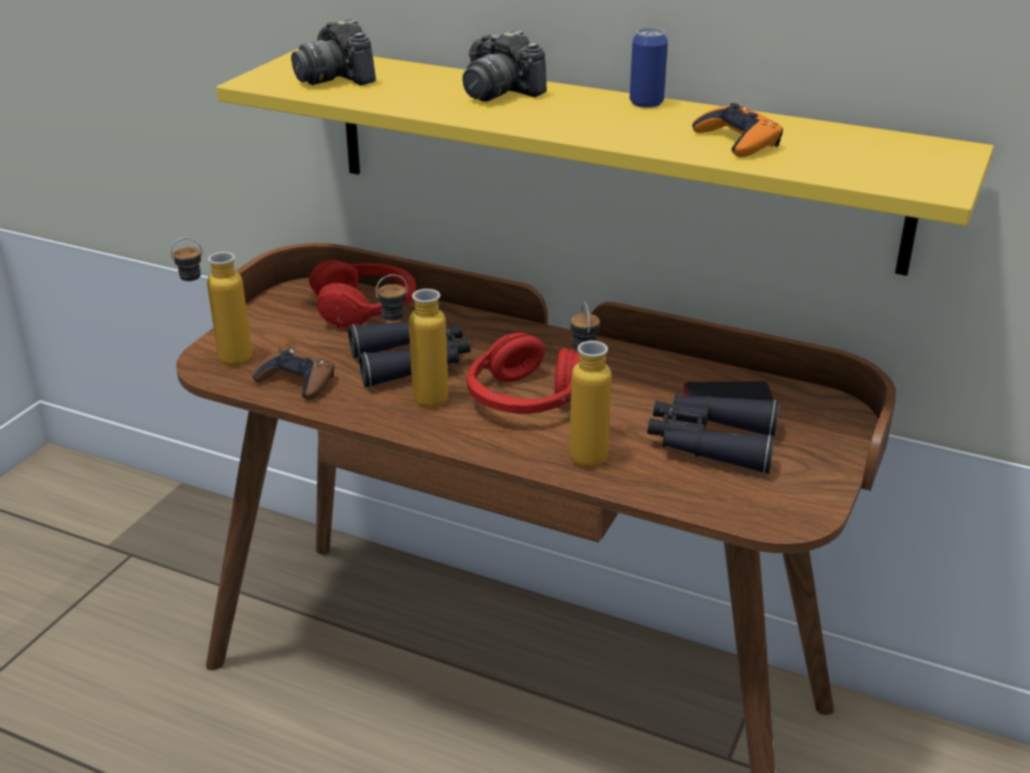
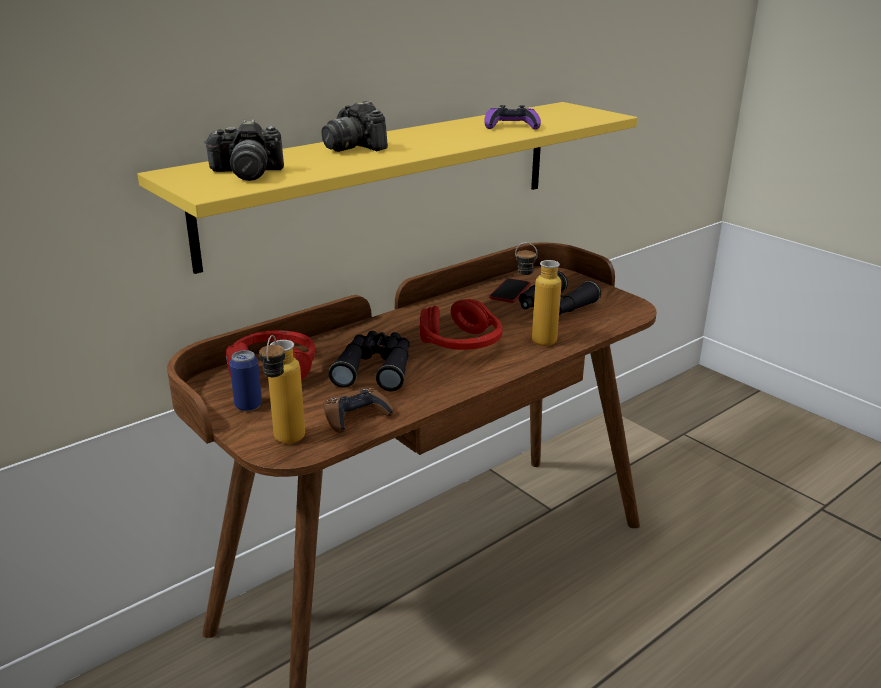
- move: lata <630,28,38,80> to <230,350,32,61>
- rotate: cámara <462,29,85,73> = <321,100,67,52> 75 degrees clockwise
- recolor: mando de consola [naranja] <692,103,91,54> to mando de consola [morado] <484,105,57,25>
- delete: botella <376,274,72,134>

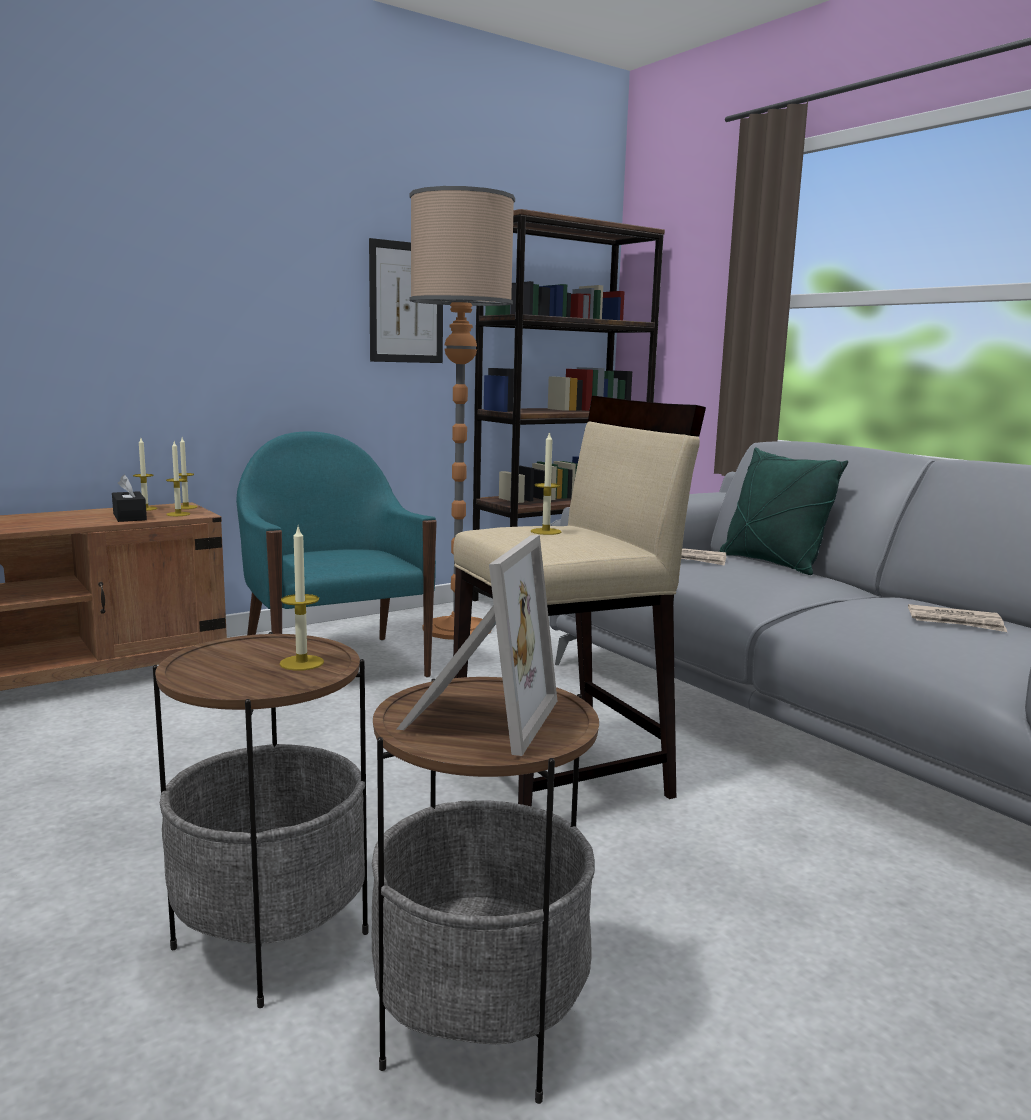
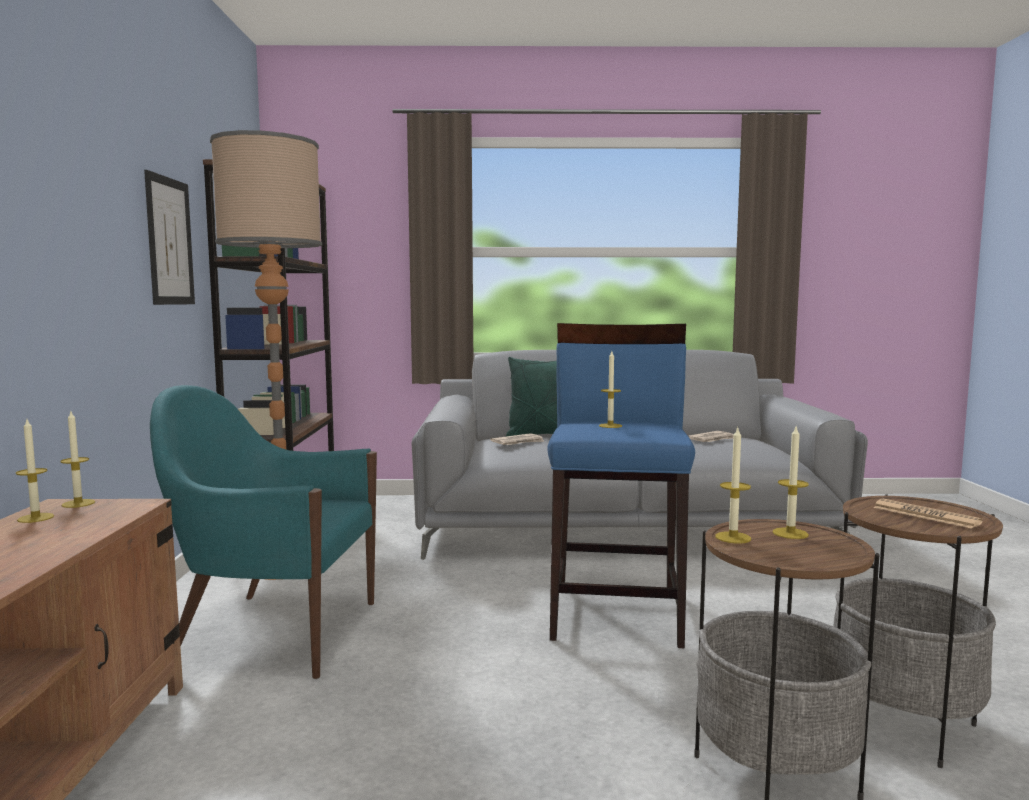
- recolor: taburete [beis] <453,395,253,412> to taburete [azul] <547,323,148,325>
- move: vela <166,441,24,75> to <715,427,36,117>
- replace: portarretratos <396,535,161,221> to periódico <873,499,110,30>
- delete: caja de pañuelos [negro] <112,475,35,47>

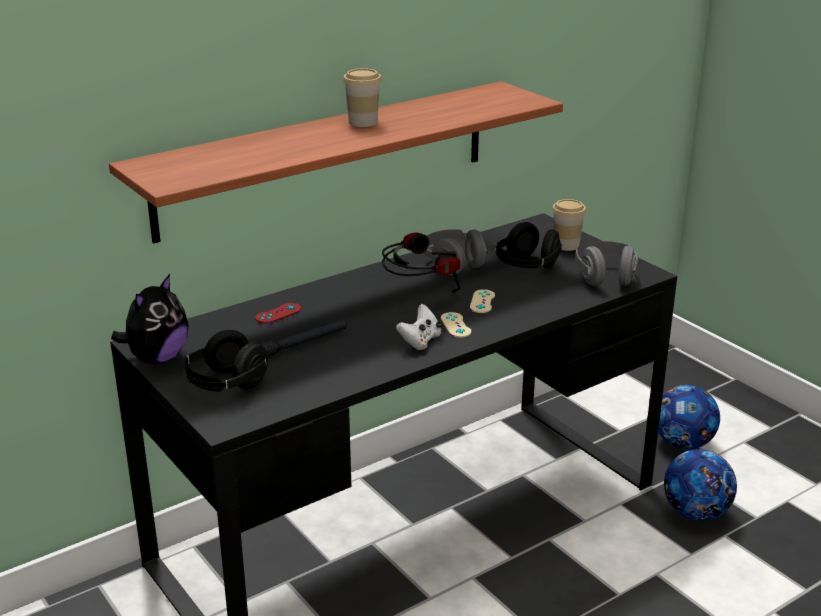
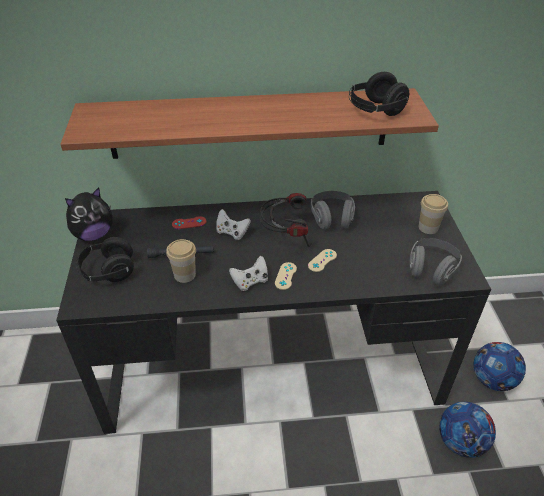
- move: taza <343,68,39,59> to <166,239,30,44>
- insert: mando de consola [blanco] <216,209,35,31>
- move: auriculares [negro] <495,222,67,46> to <349,72,60,44>

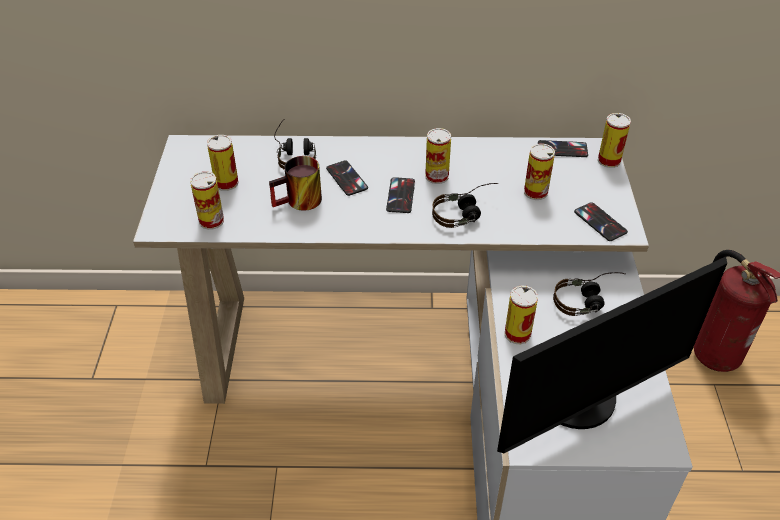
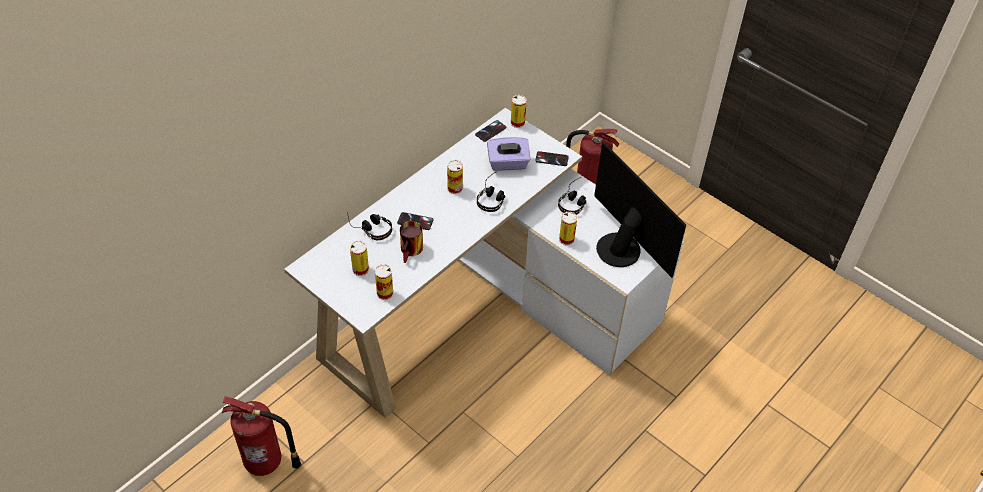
- insert: extintor <222,396,79,80>
- replace: lata <524,144,31,56> to caja de pañuelos [morado] <487,137,43,34>
- rotate: monitor <497,257,230,196> = <594,143,92,135> 45 degrees counterclockwise
- delete: móvil <386,177,29,36>

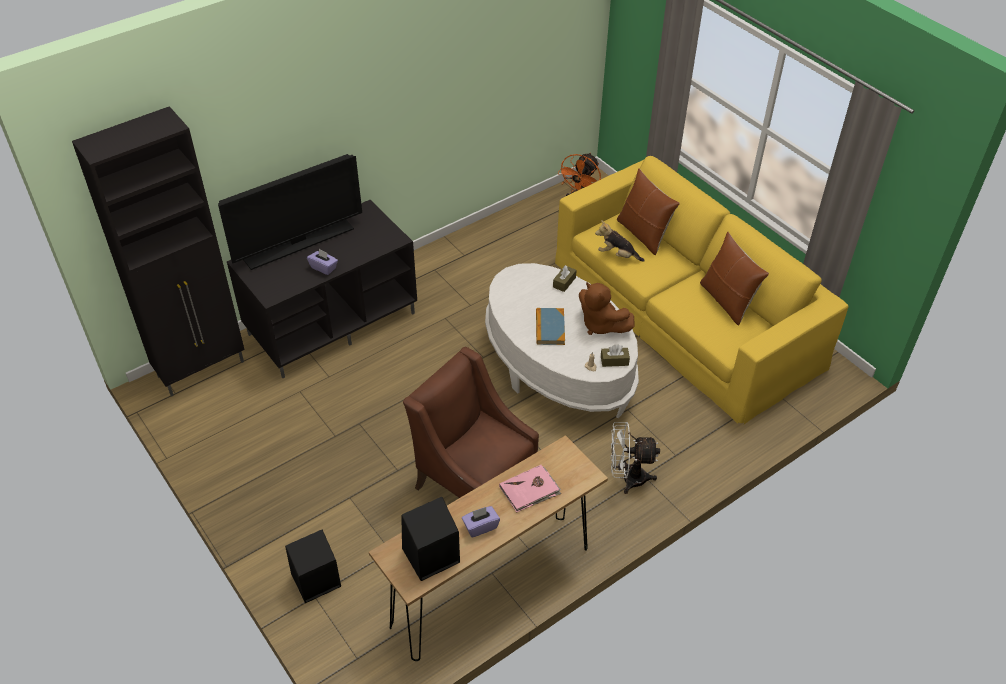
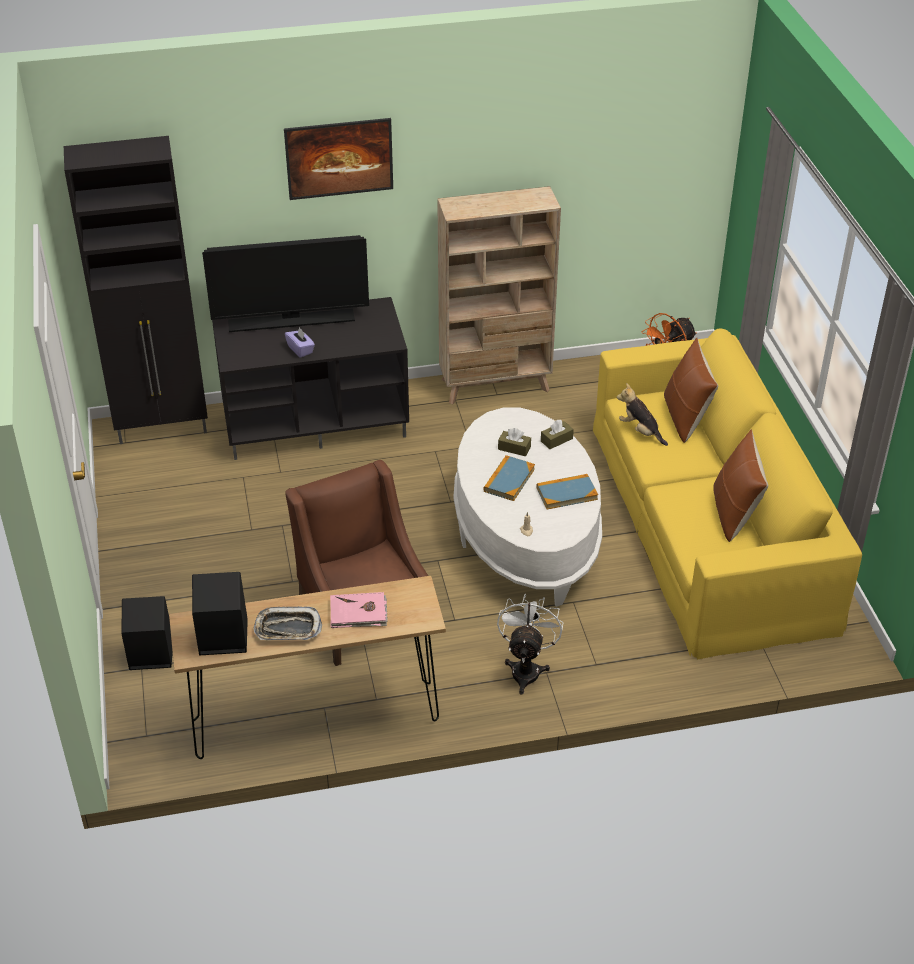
- replace: caja de pañuelos [morado] <462,506,38,32> to bandeja <254,607,68,33>
- insert: cuadro <284,118,109,82>
- insert: estantería [beis] <437,186,124,219>
- rotate: ventilador [blanco] <611,422,49,72> = <497,594,66,101> 75 degrees clockwise
- move: caja de pañuelos [marrón] <601,344,29,23> to <498,428,33,29>
- replace: peluche [marrón] <579,282,55,53> to libro <537,474,61,35>

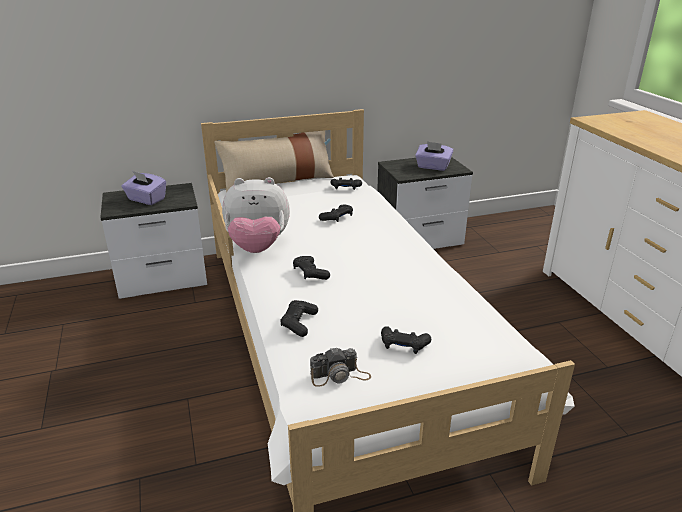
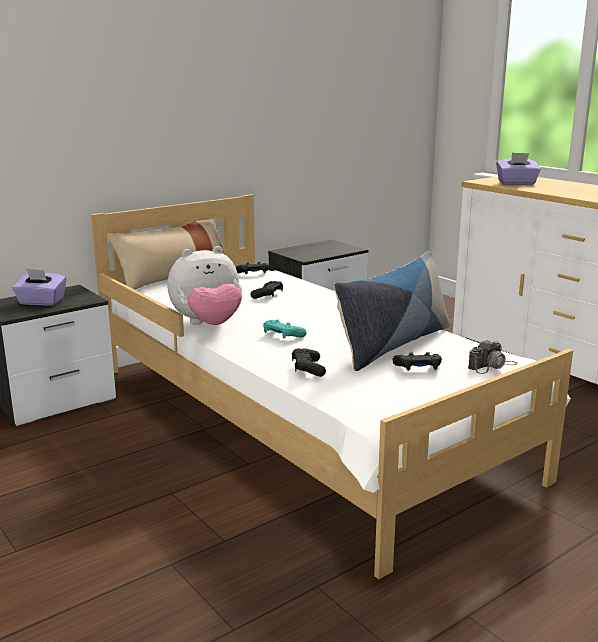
- recolor: mando de consola [negro] <293,256,37,24> to mando de consola [turquesa] <263,319,44,19>
- insert: cojín <334,251,116,120>
- move: cámara <310,347,61,40> to <468,340,50,34>
- move: caja de pañuelos [morado] <415,141,39,30> to <496,153,45,32>

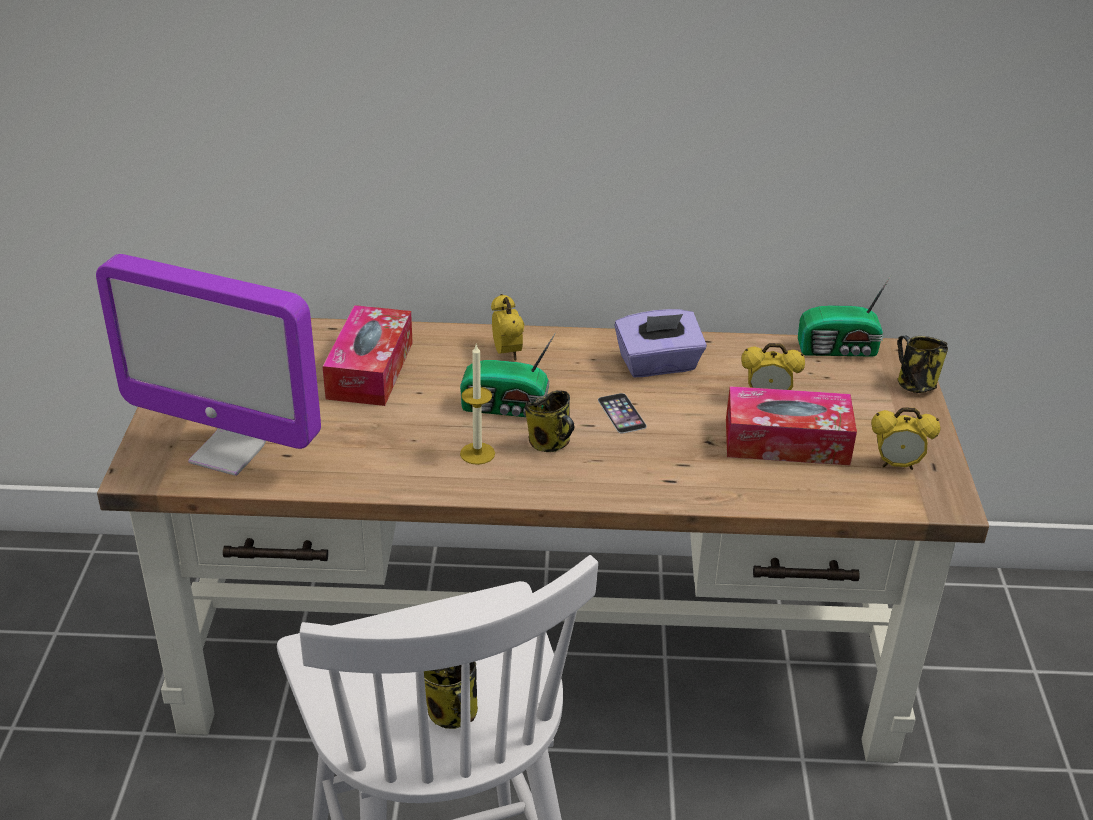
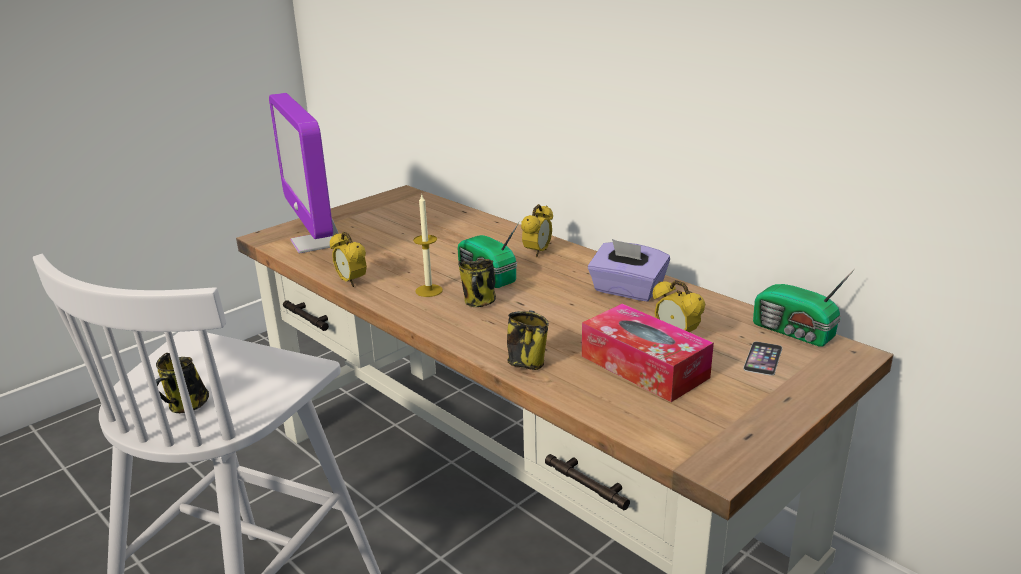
- move: despertador <871,407,69,63> to <330,232,37,55>
- move: taza grande <897,335,51,58> to <507,310,42,60>
- move: móvil <598,393,49,40> to <743,342,39,34>
- delete: caja de pañuelos <322,305,91,101>

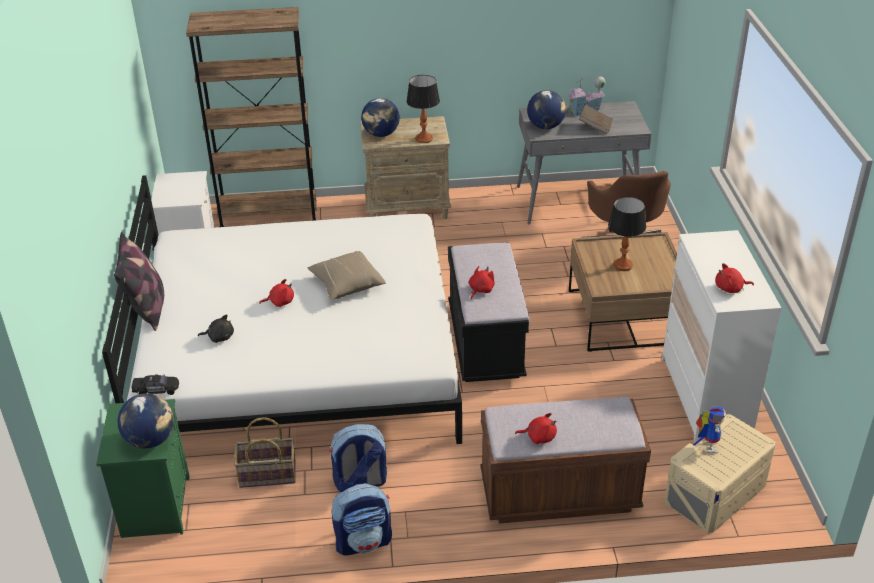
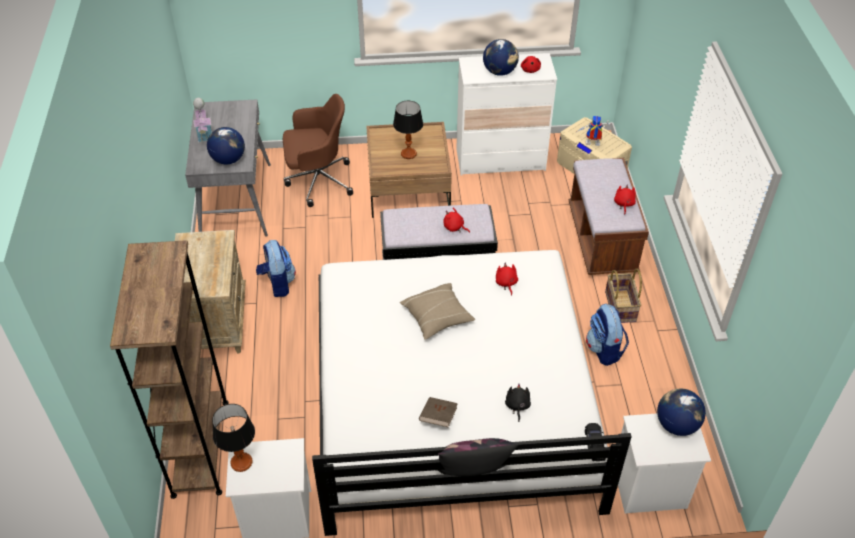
- move: lámpara de mesa <406,75,34,68> to <212,404,43,68>
- move: mochila <331,483,61,73> to <256,240,40,57>
- move: libro [marrón] <579,104,34,31> to <419,397,39,30>
- move: globo terráqueo <361,98,39,39> to <483,39,36,37>
- move: peluche [rojo] <259,279,35,28> to <496,263,22,33>
- move: cesta <234,417,62,71> to <605,269,37,54>
- recolor: mesita de noche [verde] <96,399,94,139> to mesita de noche [blanco] <618,414,93,100>

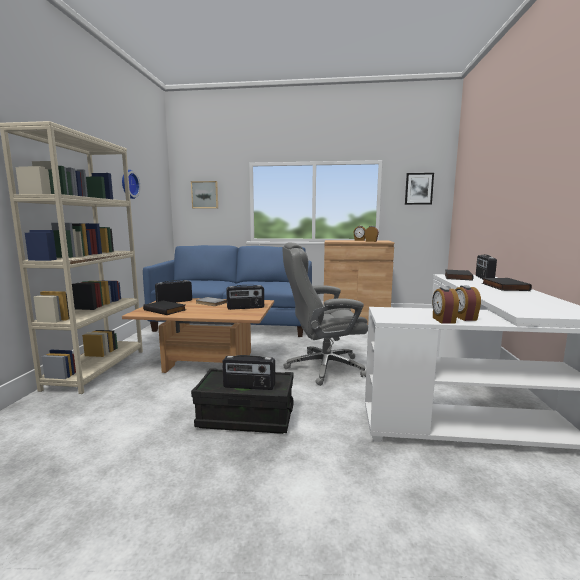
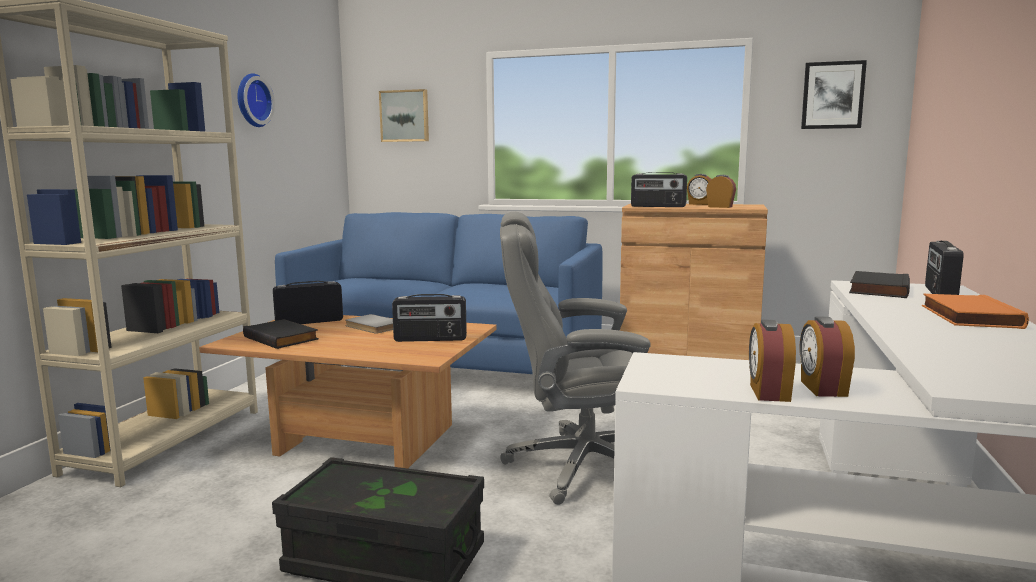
- move: radio <222,355,53,35> to <631,172,56,35>
- recolor: libro [negro] <482,278,50,13> to libro [naranja] <922,294,107,35>

